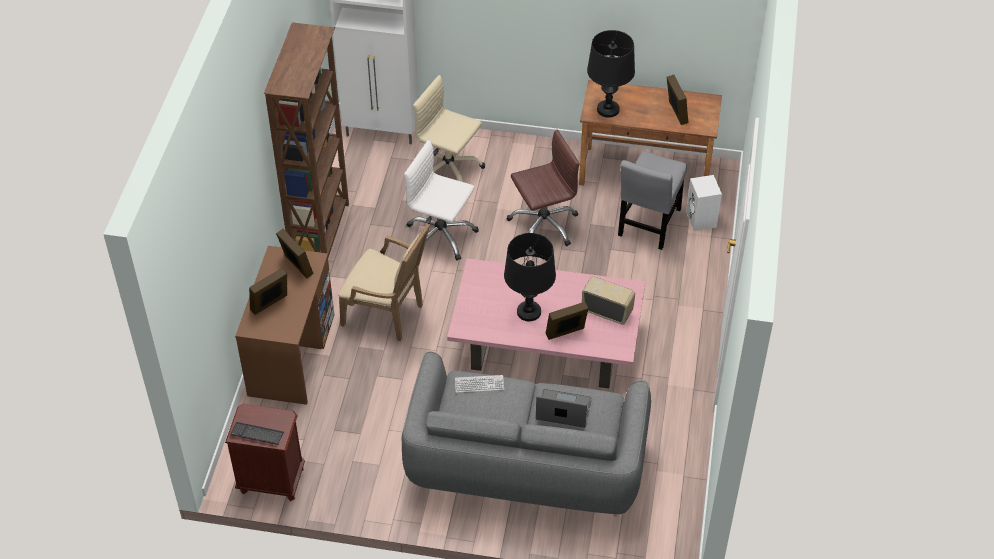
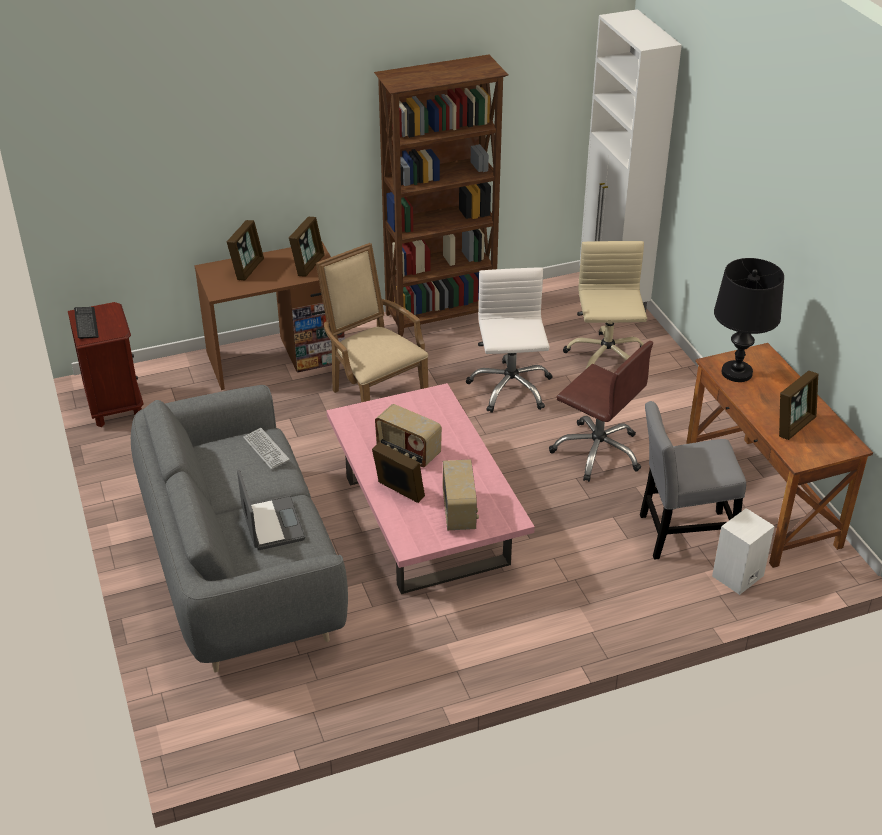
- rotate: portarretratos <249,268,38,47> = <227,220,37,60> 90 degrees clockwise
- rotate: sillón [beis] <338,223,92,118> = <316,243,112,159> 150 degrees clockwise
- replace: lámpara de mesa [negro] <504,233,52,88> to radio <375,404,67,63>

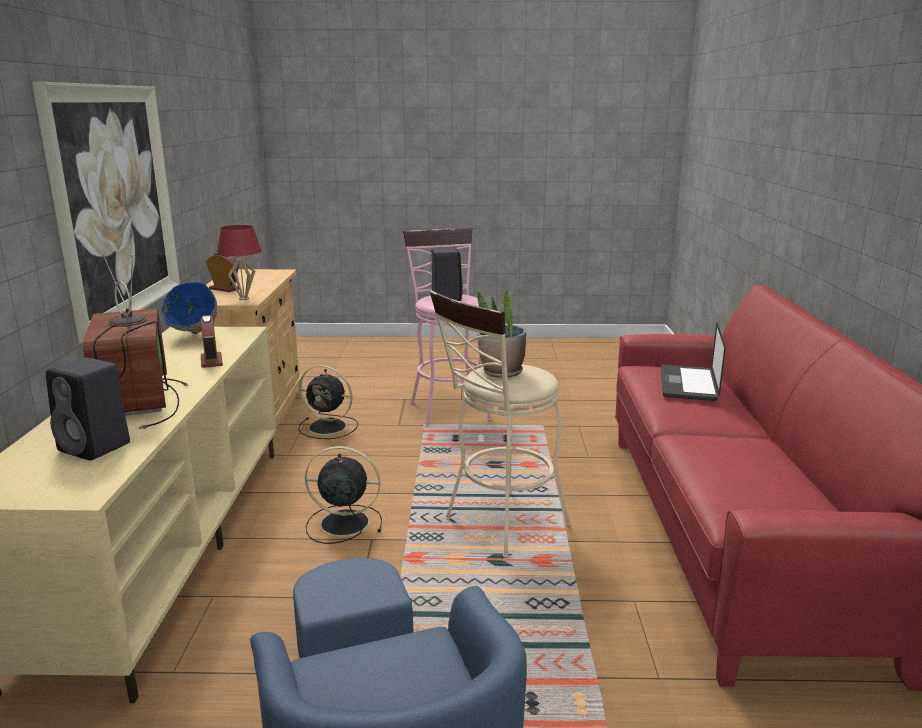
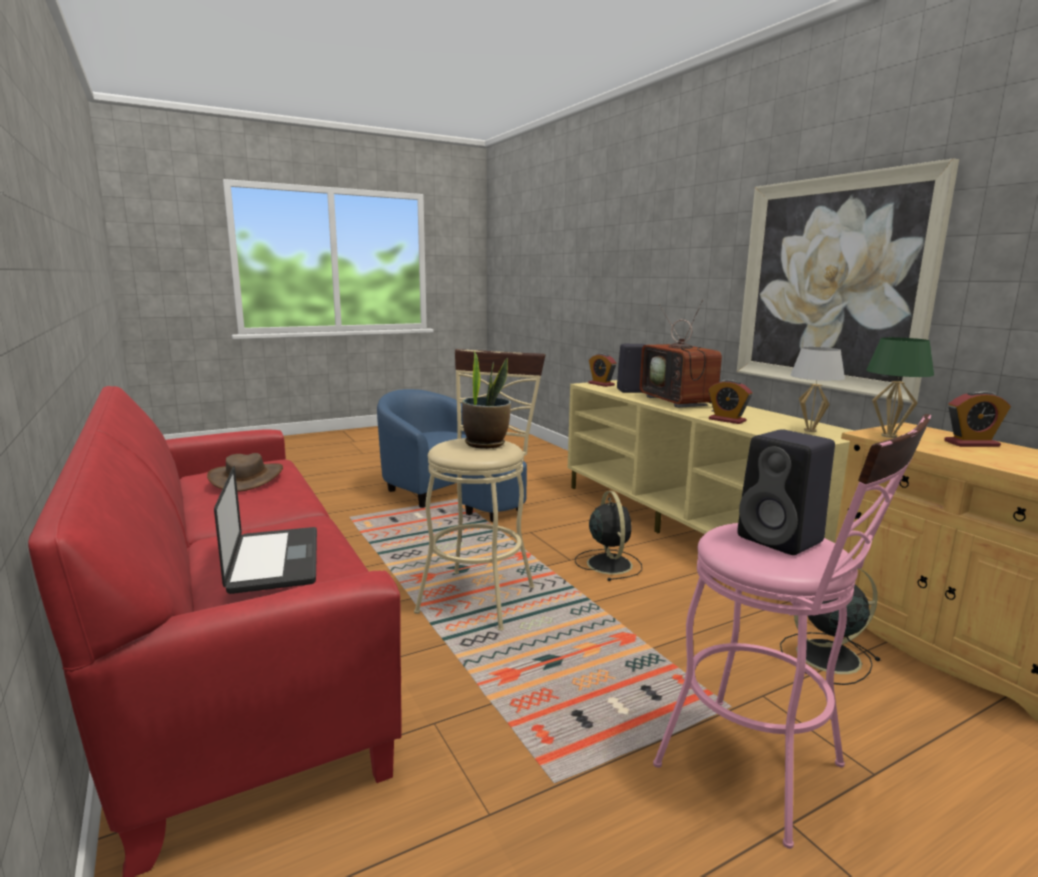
- insert: sombrero [marrón] <207,453,76,39>
- rotate: ventilador [negro] <305,446,77,98> = <575,491,67,90> 75 degrees counterclockwise
- insert: despertador <588,353,29,34>
- rotate: televisor <83,253,105,176> = <640,299,82,113> 150 degrees counterclockwise
- replace: cuenco [azul] <161,282,56,52> to lámpara de mesa [blanco] <791,347,54,85>
- recolor: lámpara de mesa [rojo] <217,225,45,75> to lámpara de mesa [verde] <866,337,68,101>

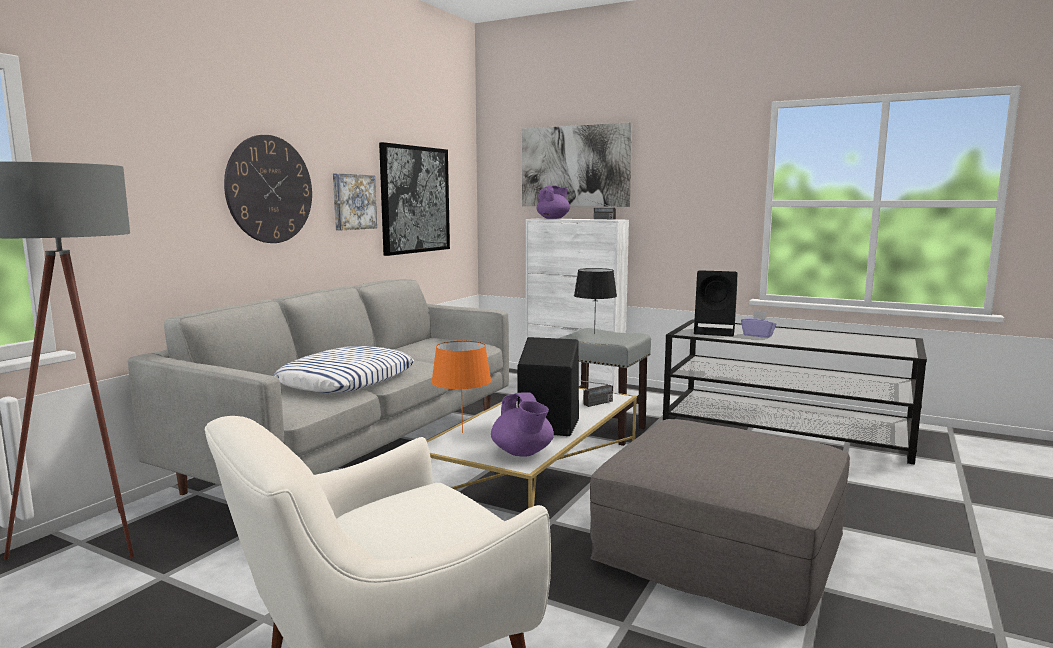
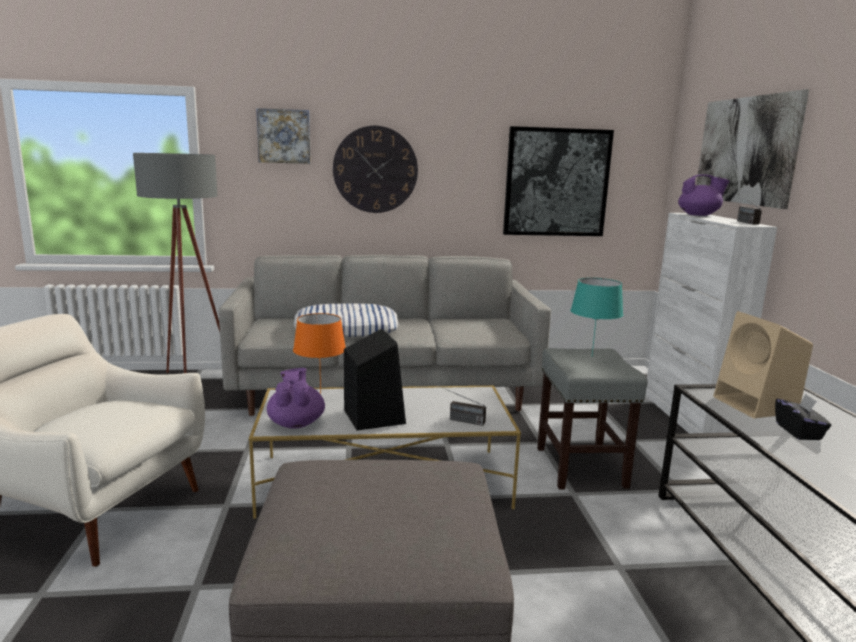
- move: cuadro <333,173,44,57> to <256,108,55,56>
- rotate: tetera [morado] <491,392,63,65> = <267,368,58,60> 135 degrees clockwise
- recolor: lámpara de mesa [negro] <574,268,43,66> to lámpara de mesa [turquesa] <570,278,53,77>
- recolor: altavoz [negro] <694,270,43,67> to altavoz [beis] <713,311,100,107>
- recolor: caja de pañuelos [morado] <741,311,36,27> to caja de pañuelos [negro] <775,394,56,46>

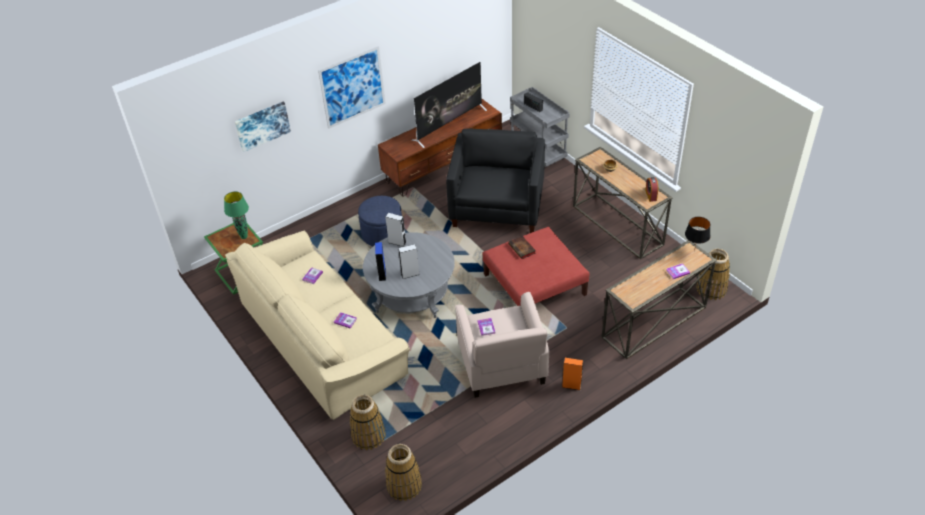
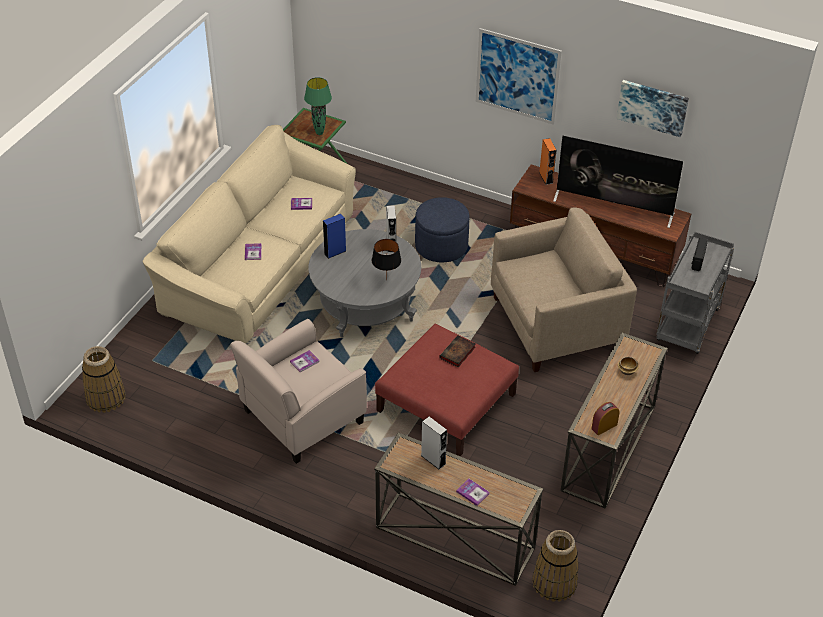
- move: lámpara de mesa [negro] <685,217,25,34> to <372,239,29,41>
- move: altavoz [gris] <398,244,22,35> to <421,417,26,53>
- recolor: sillón [negro] <446,129,99,104> to sillón [beis] <491,207,146,165>
- move: altavoz [naranja] <562,358,21,32> to <539,138,17,47>
- move: cuadro <235,102,56,50> to <617,80,72,57>
- delete: cesta <350,395,36,55>

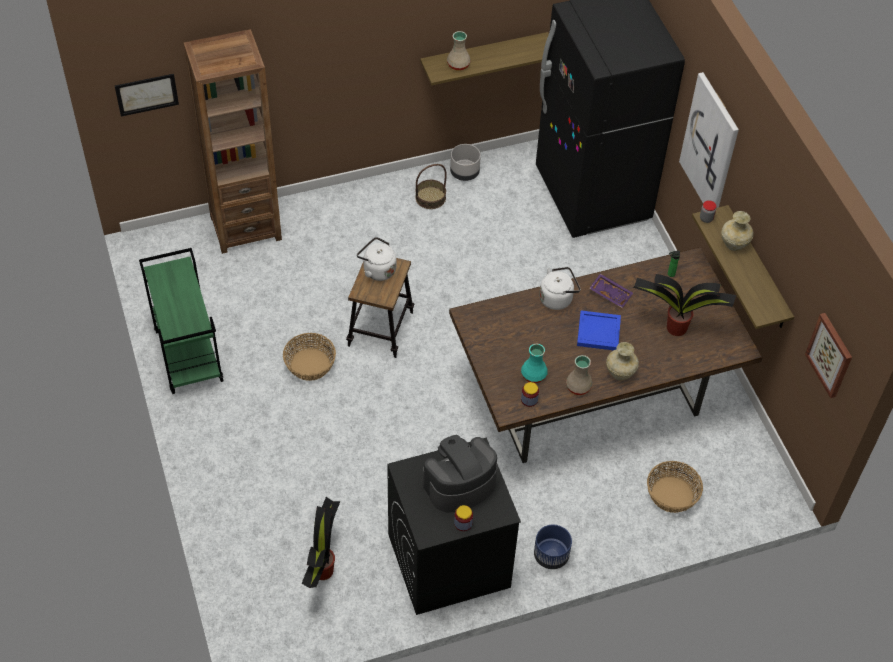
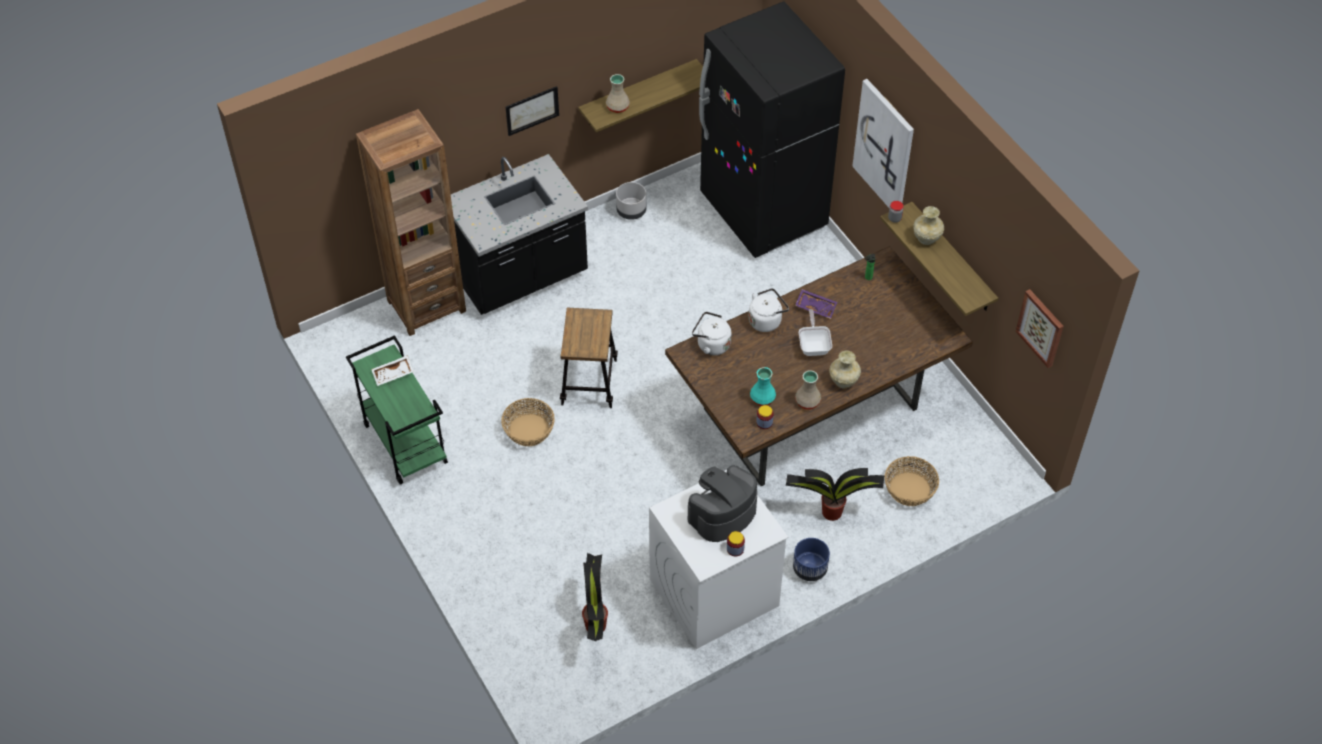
- insert: bandeja [blanco] <371,355,43,31>
- insert: mueble bajo de cocina [negro] <451,154,137,161>
- move: cuadro <115,74,64,43> to <506,86,53,50>
- recolor: lavadora [negro] <387,438,134,177> to lavadora [blanco] <649,470,139,179>
- move: hervidor [blanco] <357,237,39,44> to <692,312,40,43>
- move: planta en maceta <633,274,103,62> to <786,468,98,53>
- replace: bandeja [azul] <577,310,44,40> to sartén <799,309,33,47>
- delete: cesta <415,164,32,45>

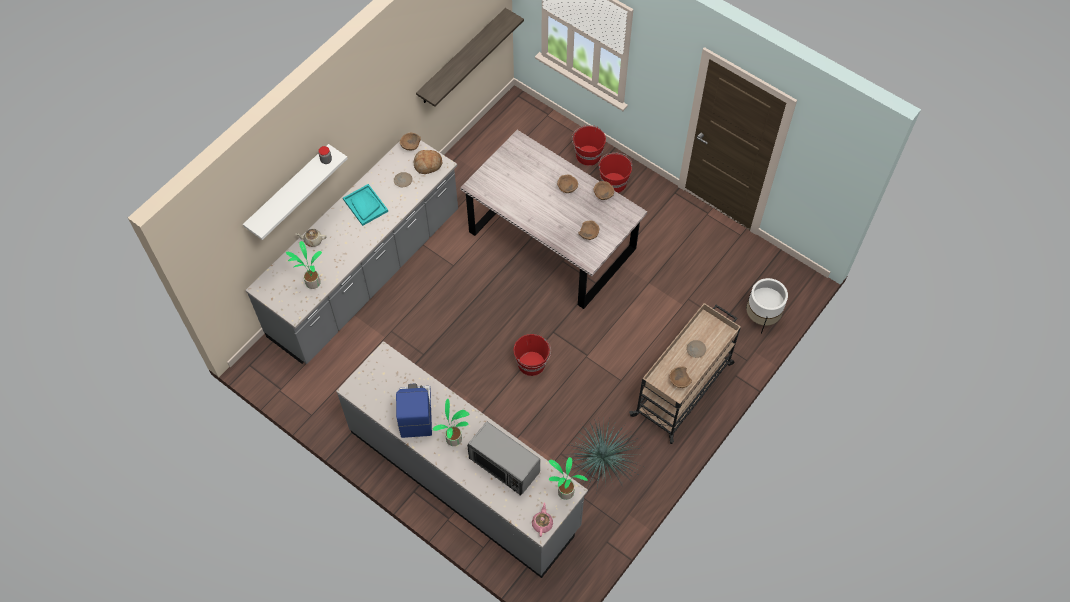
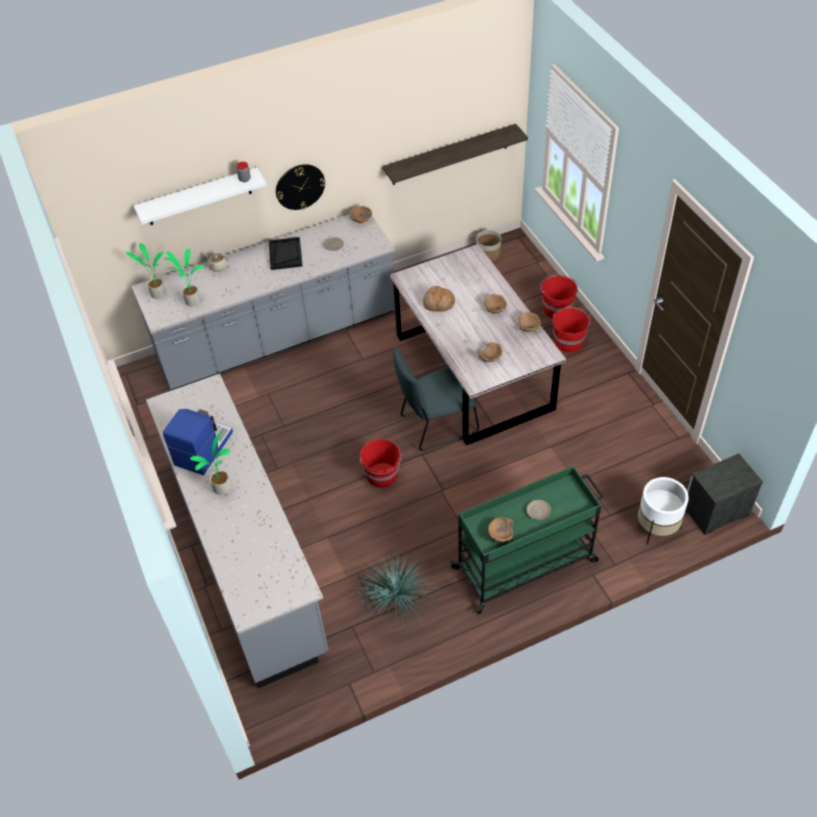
- move: planta en maceta <549,457,39,43> to <125,243,41,56>
- recolor: bandeja [turquesa] <343,184,45,42> to bandeja [negro] <268,237,34,33>
- insert: reloj de pared <276,164,49,46>
- insert: silla [gris] <393,346,86,105>
- move: pan <414,150,28,24> to <423,286,32,26>
- recolor: carrito [beis] <629,303,112,141> to carrito [verde] <450,466,154,148>
- insert: maceta <476,230,26,32>
- insert: mesita de noche <686,453,77,82>
- delete: microondas <467,422,73,74>
- delete: tetera [rosa] <532,502,21,35>

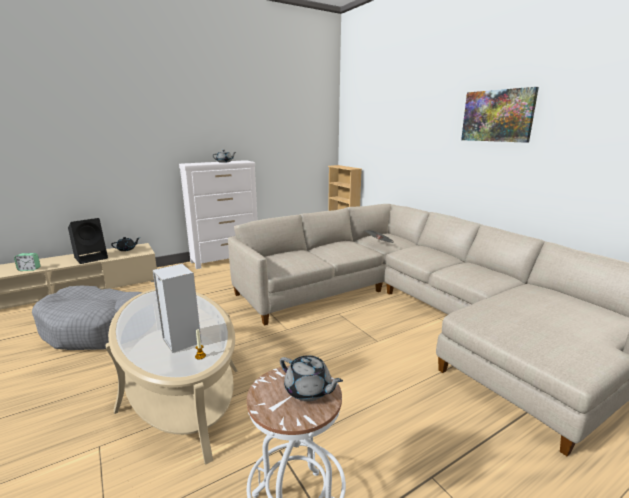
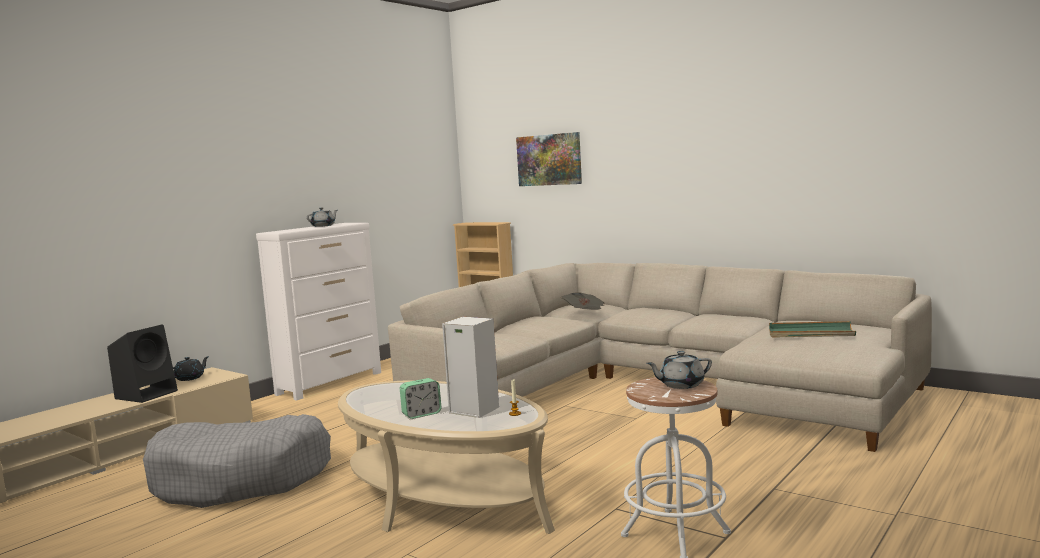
- move: despertador <14,253,26,18> to <400,378,42,41>
- move: cuadro <461,87,78,56> to <516,132,66,54>
- rotate: tetera [gris] <280,355,63,46> = <647,351,65,38> 150 degrees clockwise
- insert: bandeja [verde] <769,321,87,17>

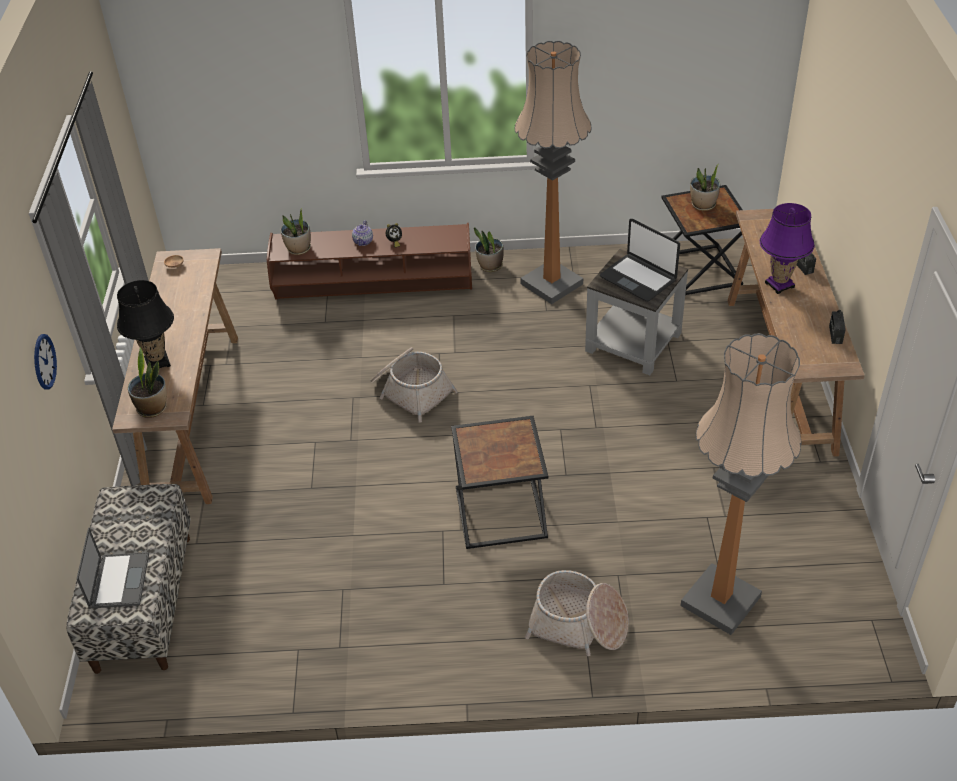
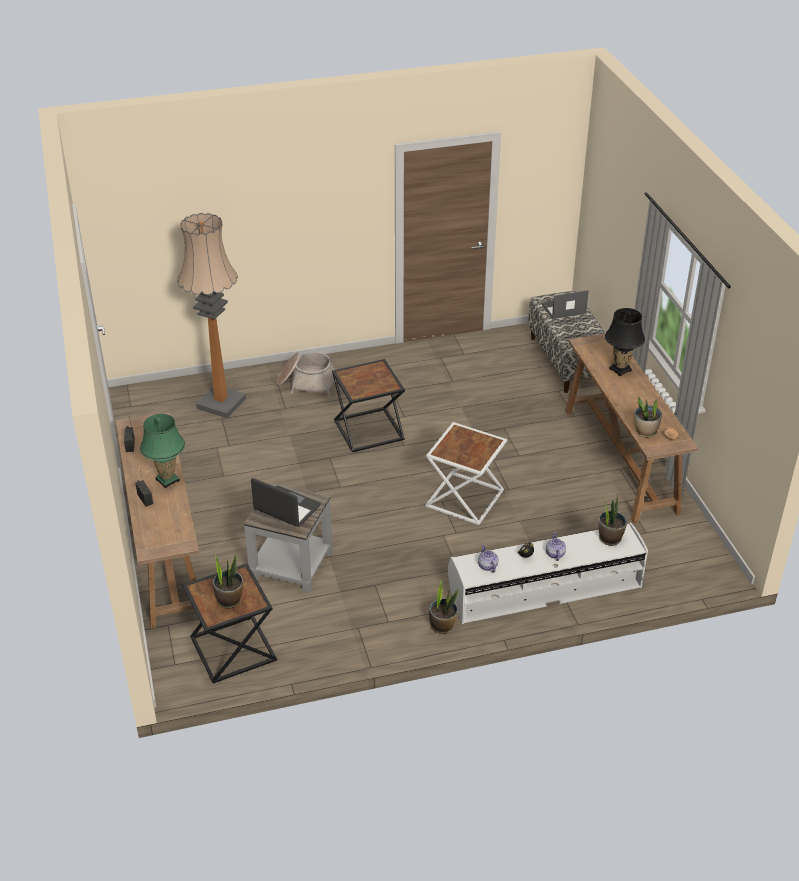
- recolor: lámpara de mesa [morado] <760,203,55,91> to lámpara de mesa [verde] <140,414,45,74>
- replace: cesta <370,347,88,76> to mesa auxiliar [blanco] <425,422,82,103>
- recolor: mueble de televisión [marrón] <267,223,205,77> to mueble de televisión [blanco] <448,523,200,101>
- insert: tetera <478,544,21,29>
- rotate: portátil <77,527,72,82> = <542,290,47,29> 90 degrees clockwise
- move: planta en maceta <128,347,39,71> to <634,397,28,41>
- delete: reloj de pared <34,334,23,56>
- delete: lámpara de pie <515,41,77,263>

